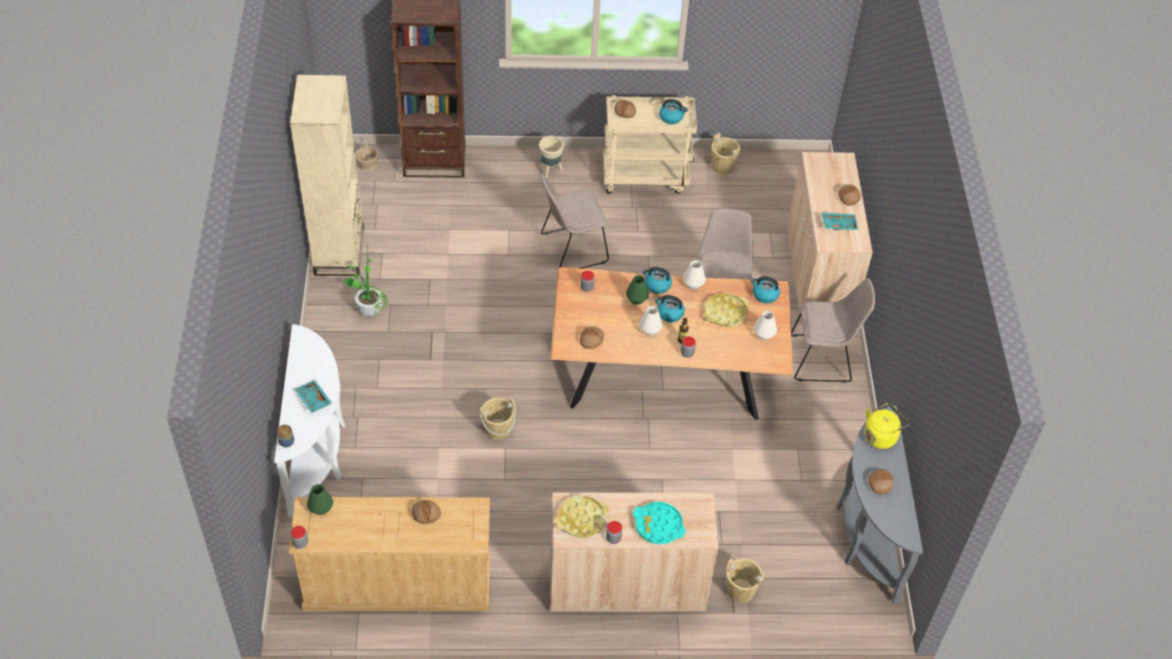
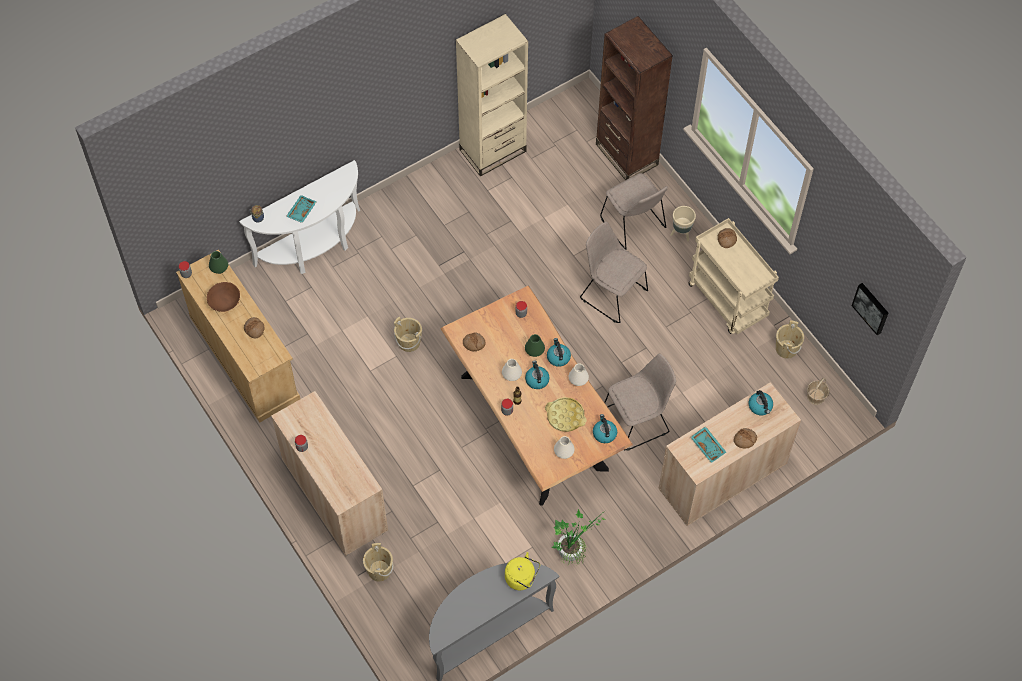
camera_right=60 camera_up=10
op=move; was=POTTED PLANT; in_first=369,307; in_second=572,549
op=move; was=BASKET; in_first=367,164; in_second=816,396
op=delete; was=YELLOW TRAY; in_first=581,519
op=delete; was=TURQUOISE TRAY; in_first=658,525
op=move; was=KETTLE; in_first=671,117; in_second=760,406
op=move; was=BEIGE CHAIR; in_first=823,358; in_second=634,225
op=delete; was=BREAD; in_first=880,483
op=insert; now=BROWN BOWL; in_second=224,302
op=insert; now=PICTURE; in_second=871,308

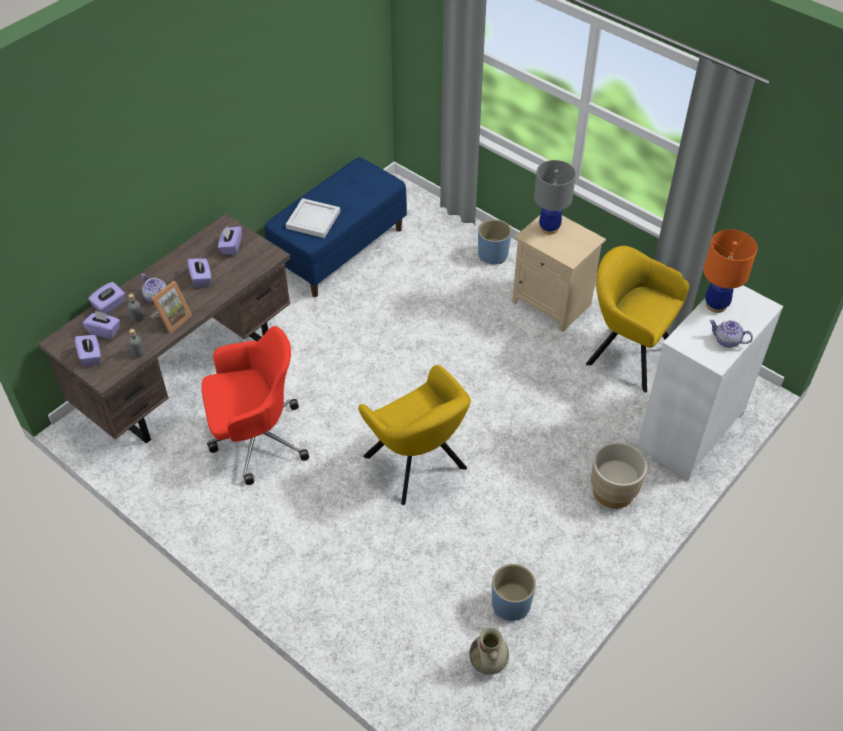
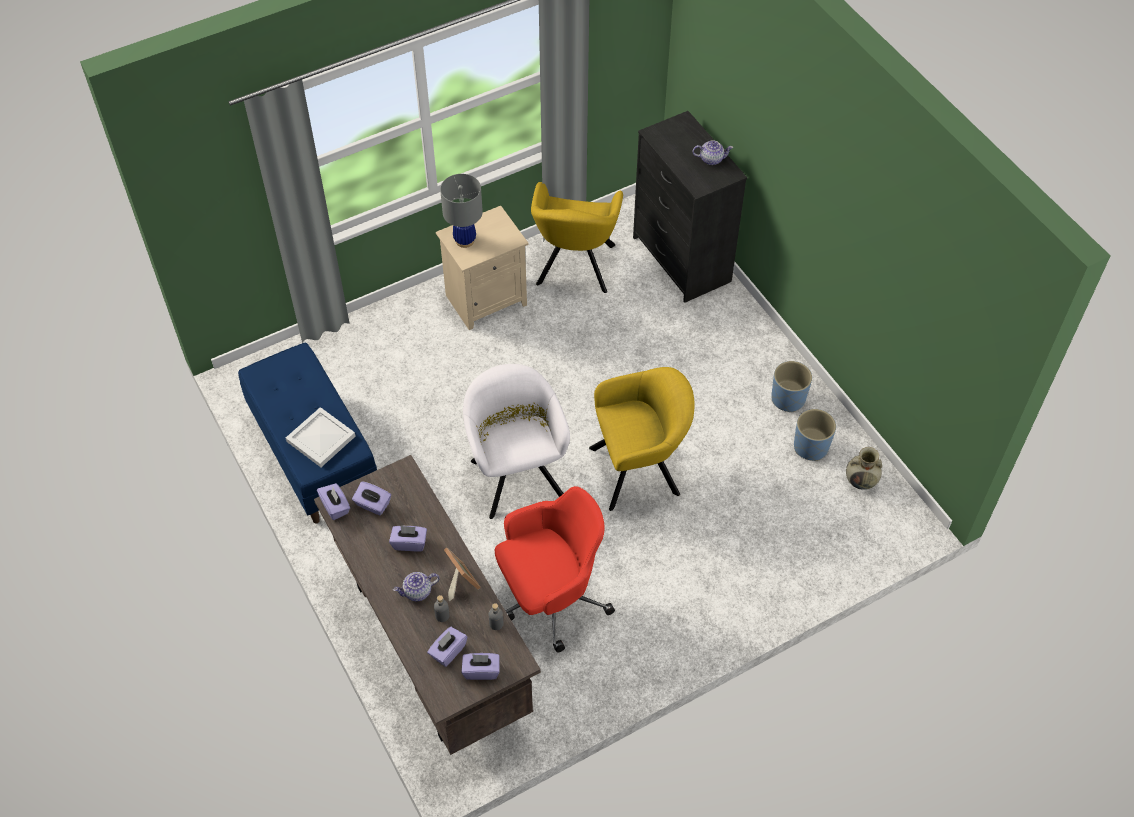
camera_right=-70 camera_up=5
op=move; was=PURPLE TISSUE BOX; in_first=109,305; in_second=335,507
op=rotate; was=RED OFFICE CHAIR; in_first=256,439; in_second=550,598; clockwise=60
op=move; was=BLUE PLANTER; in_first=492,255; in_second=788,399
op=rotate; was=YELLOW ARMCHAIR; in_first=626,352; in_second=574,268; clockwise=-45
op=delete; was=BEIGE PLANTER; in_first=613,492
op=recolor; was=WHITE DRESSER; now=BLACK DRESSER; in_first=689,430; in_second=680,260
op=delete; was=ORANGE TABLE LAMP; in_first=716,305
op=rotate; was=TEAPOT; in_first=727,341; in_second=711,159; clockwise=-135
op=insert; now=WHITE ARMCHAIR; in_second=516,474

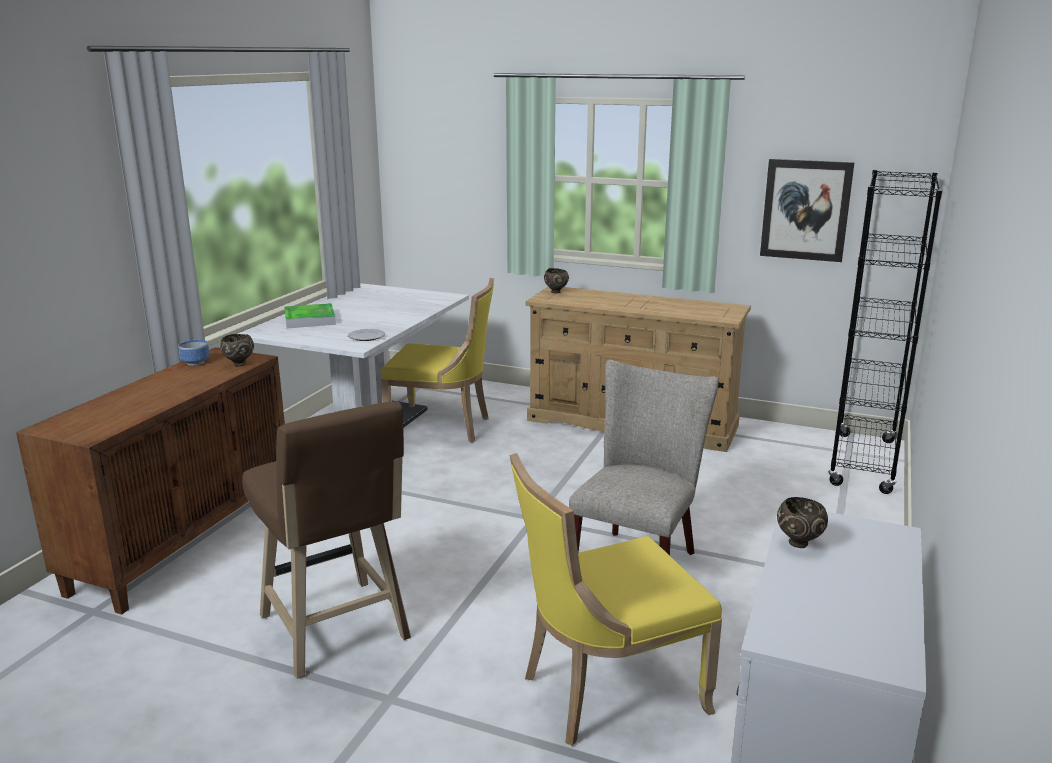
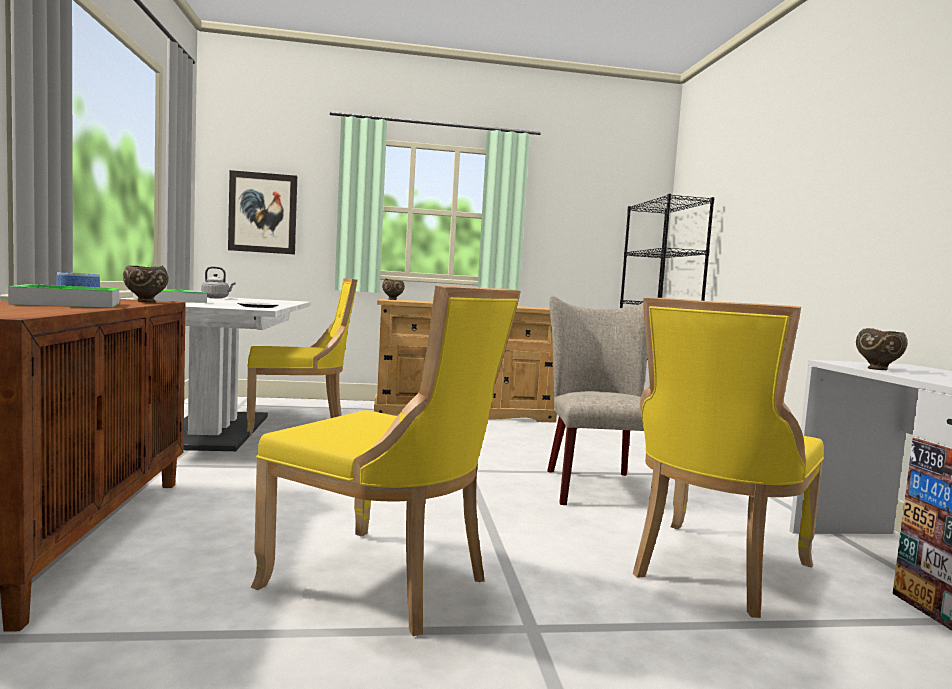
camera_right=-30 camera_up=-15
op=replace; was=BROWN STOOL; now=YELLOW CHAIR; in_first=337,632; in_second=385,583
op=move; was=PICTURE; in_first=805,210; in_second=263,213
op=insert; now=TRAY; in_second=68,303
op=insert; now=GREY KETTLE; in_second=217,298

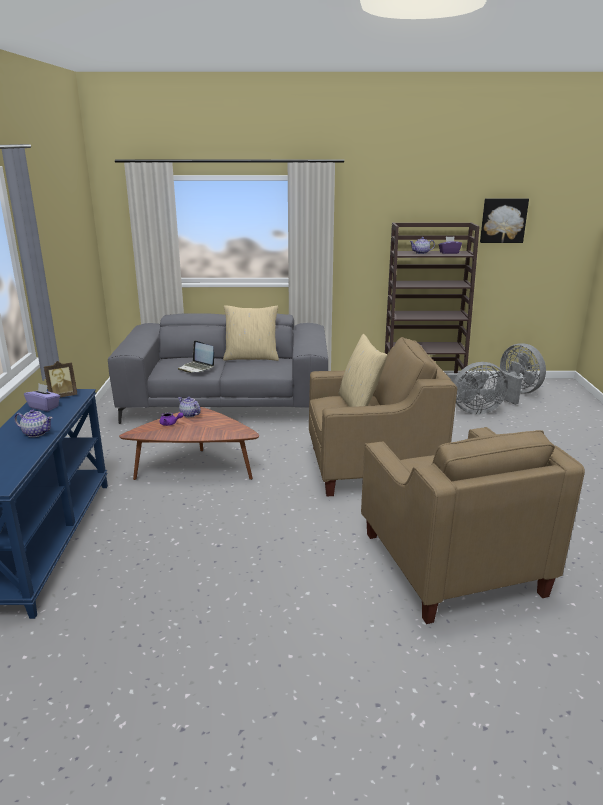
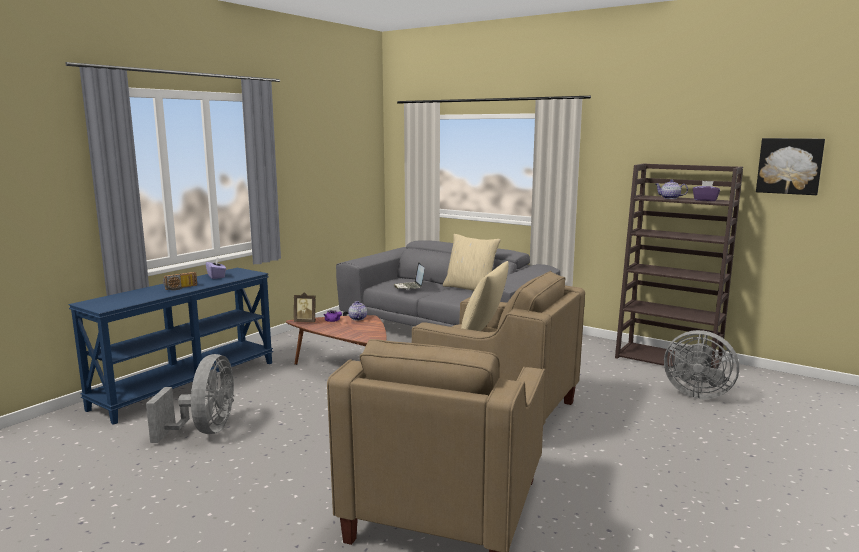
camera_right=35 camera_up=-10
op=replace; was=TEAPOT; now=RADIO; in_first=36,433; in_second=181,288
op=move; was=PICTURE FRAME; in_first=63,396; in_second=306,321
op=move; was=GREY FAN; in_first=515,394; in_second=205,431

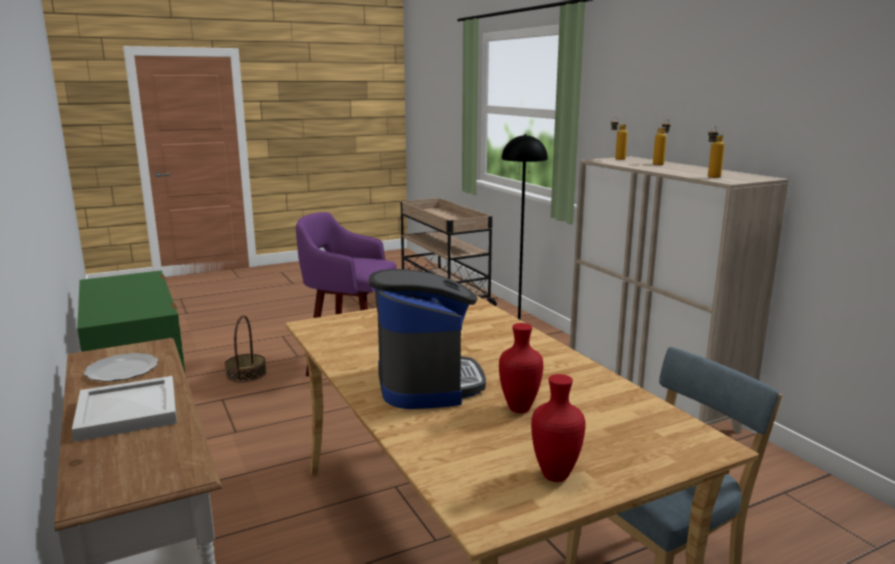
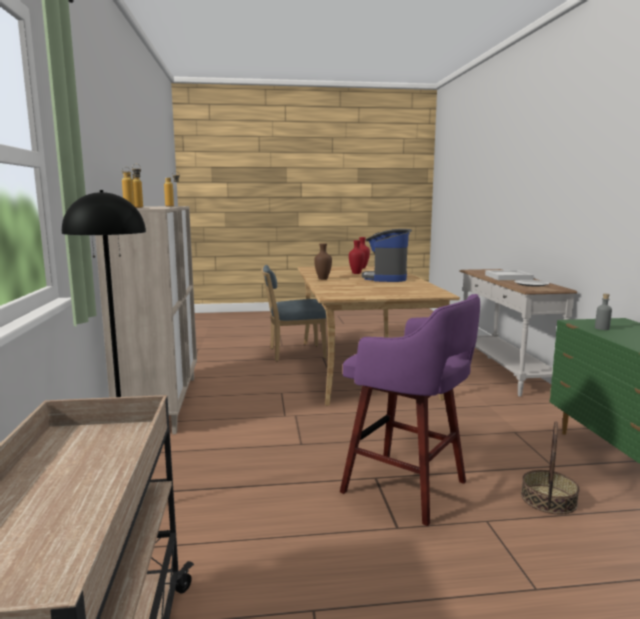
camera_right=-160 camera_up=-5
op=insert; now=BROWN VASE; in_second=323,279
op=insert; now=GREY BOTTLE; in_second=602,328

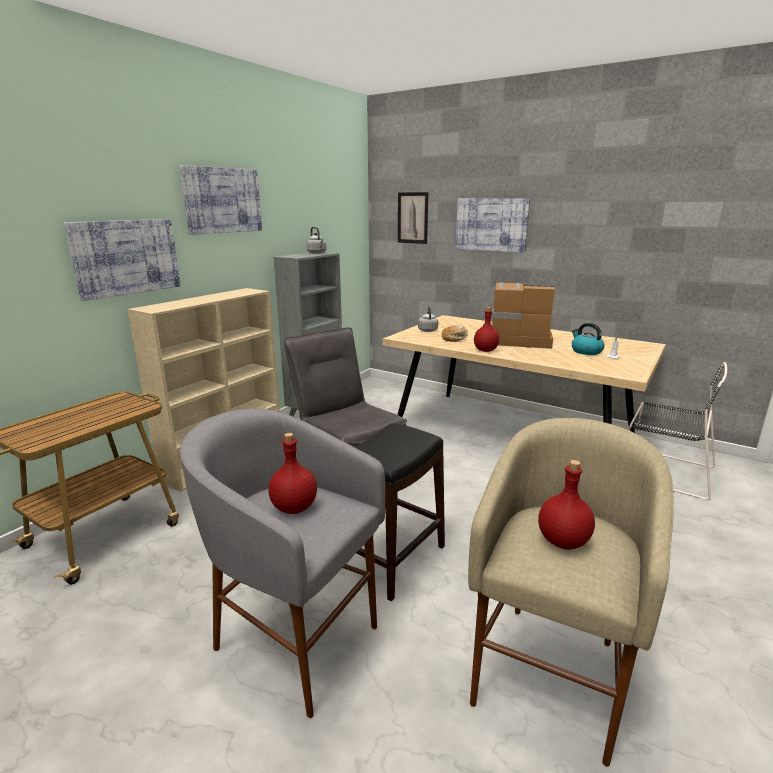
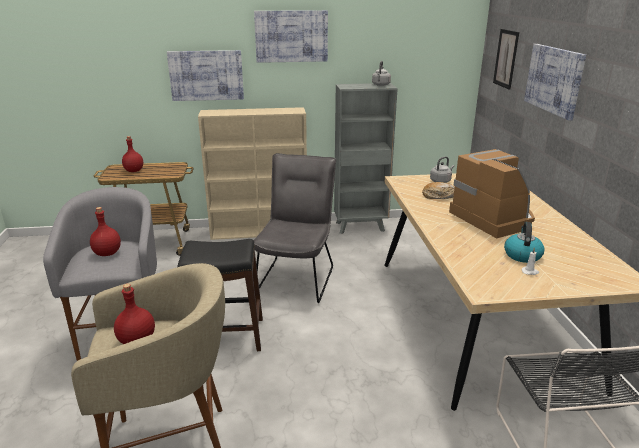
camera_right=50 camera_up=5
op=move; was=RED BOTTLE; in_first=486,350; in_second=134,171

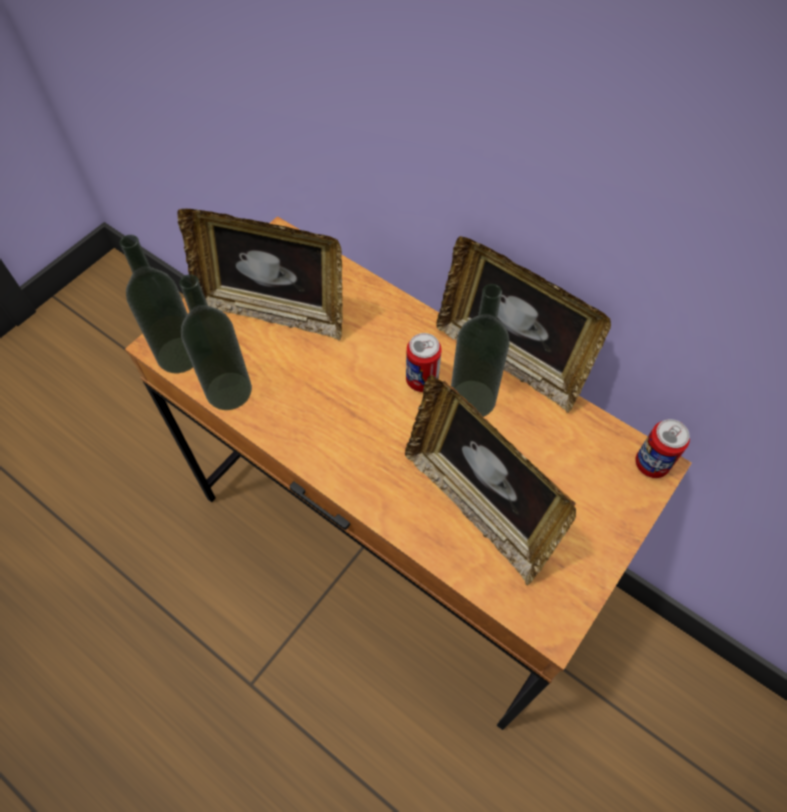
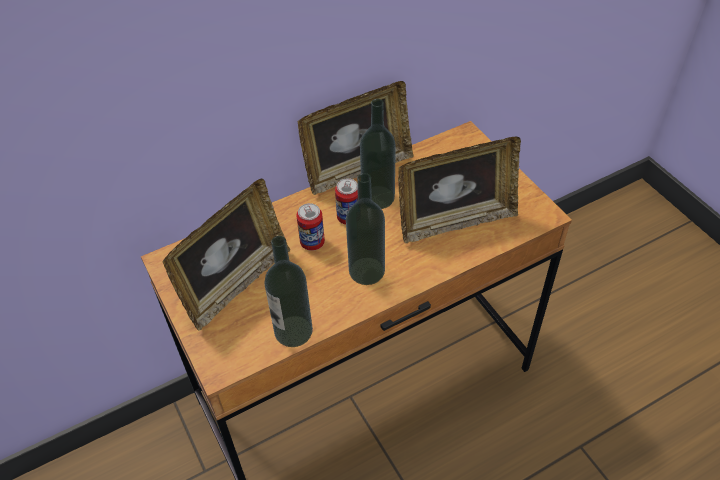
camera_right=-65 camera_up=-10
op=move; was=BOTTLE; in_first=179,355; in_second=366,271
op=move; was=CAN; in_first=651,464; in_second=312,243

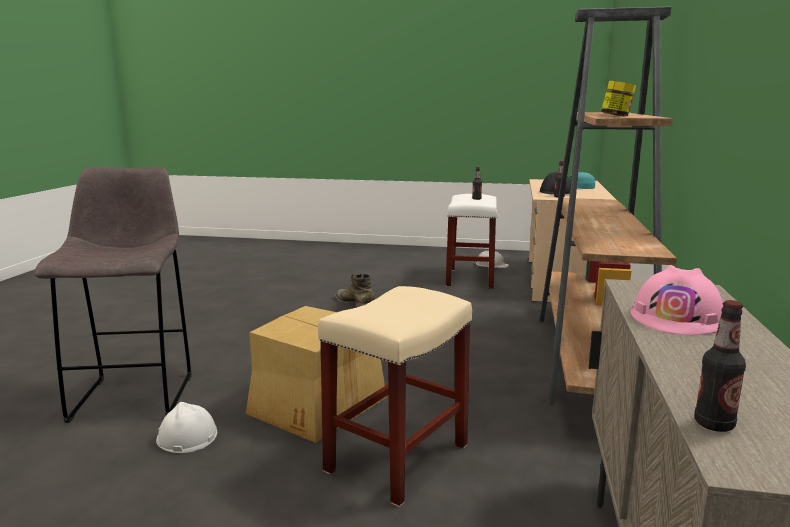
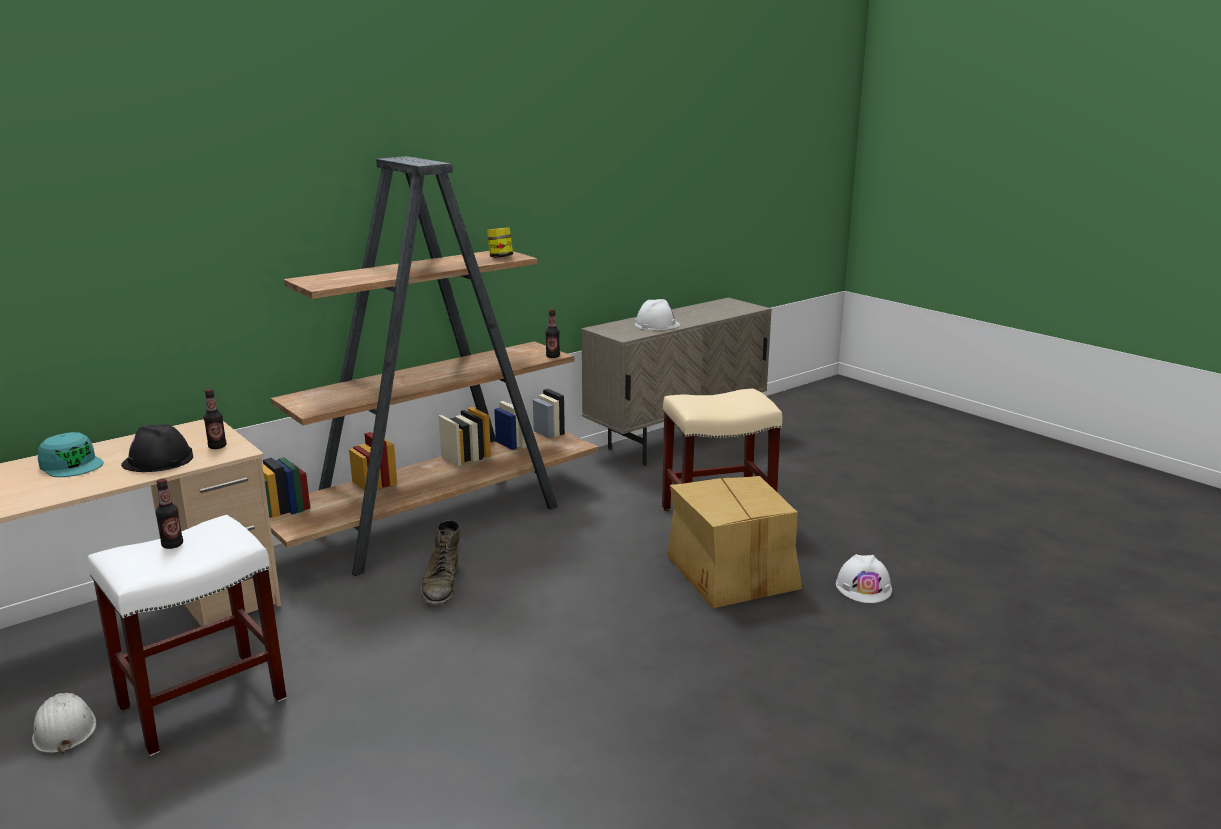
camera_right=-140 camera_up=5
op=delete; was=GREY STOOL; in_first=135,395
op=move; was=GREEN BOOT; in_first=355,303; in_second=441,585
op=recolor; was=PINK HARD HAT; now=WHITE HARD HAT; in_first=676,318; in_second=657,325
op=move; was=BOTTLE; in_first=714,424; in_second=553,356

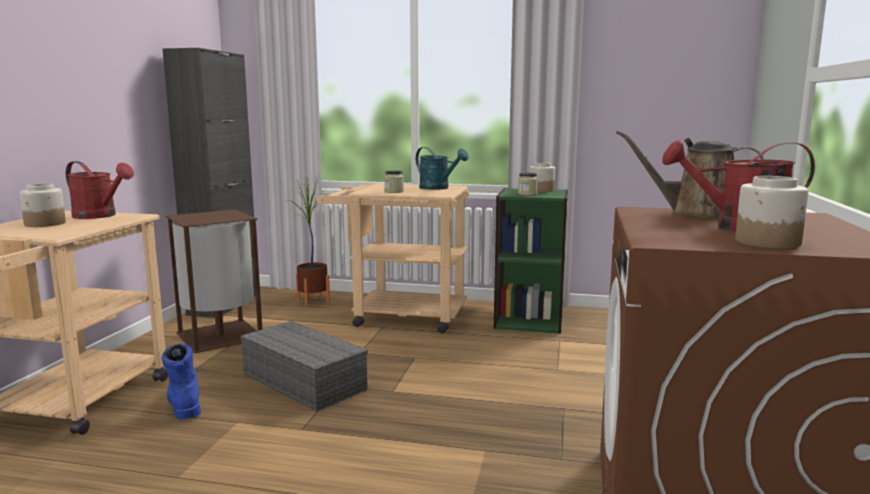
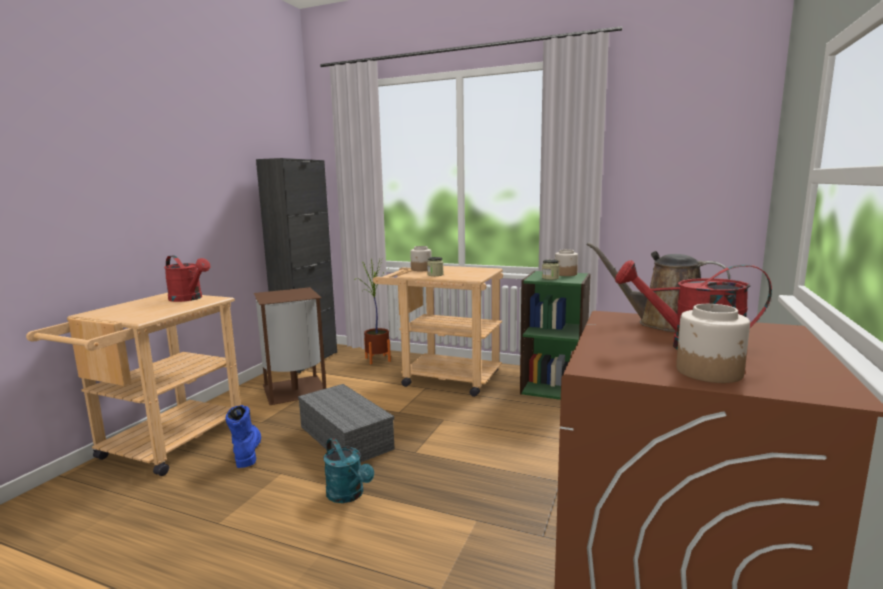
camera_right=10 camera_up=0
op=move; was=JAR; in_first=45,224; in_second=421,269
op=move; was=TURQUOISE WATERING CAN; in_first=438,188; in_second=348,495

